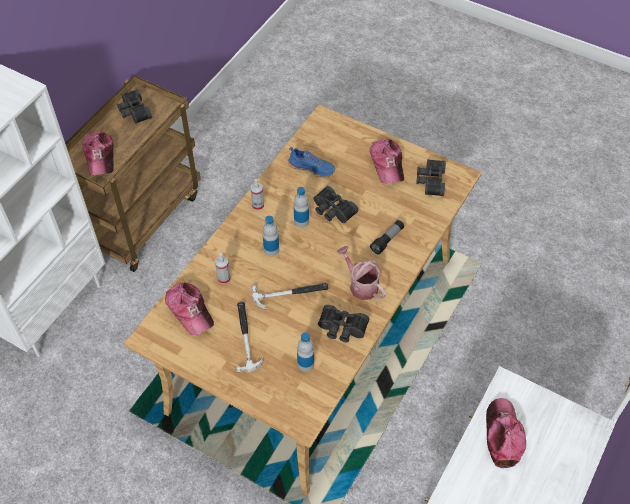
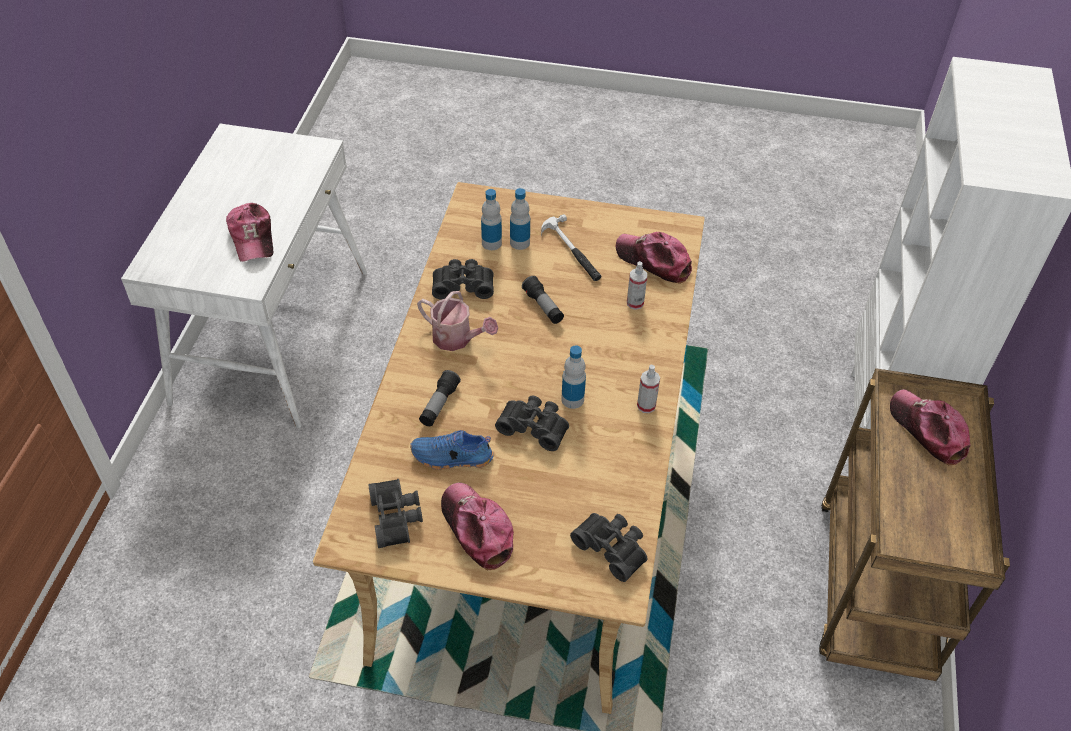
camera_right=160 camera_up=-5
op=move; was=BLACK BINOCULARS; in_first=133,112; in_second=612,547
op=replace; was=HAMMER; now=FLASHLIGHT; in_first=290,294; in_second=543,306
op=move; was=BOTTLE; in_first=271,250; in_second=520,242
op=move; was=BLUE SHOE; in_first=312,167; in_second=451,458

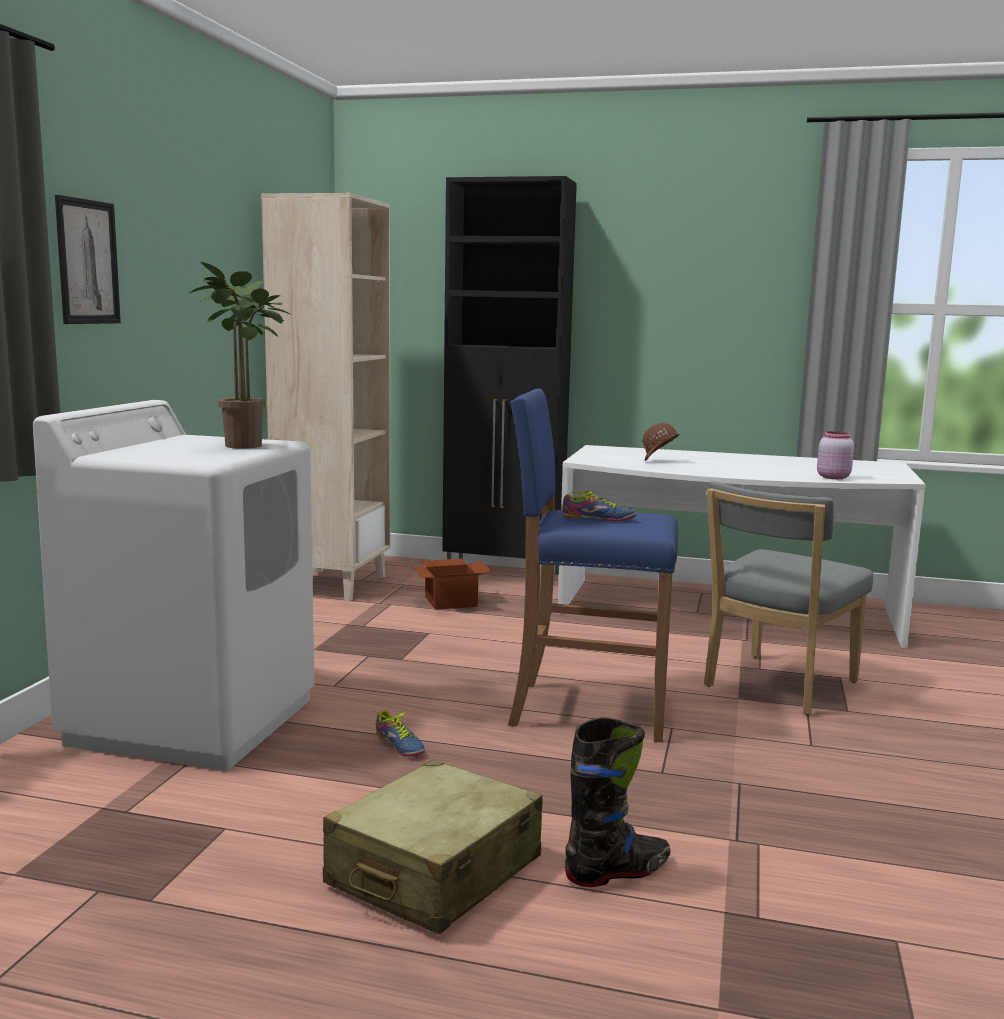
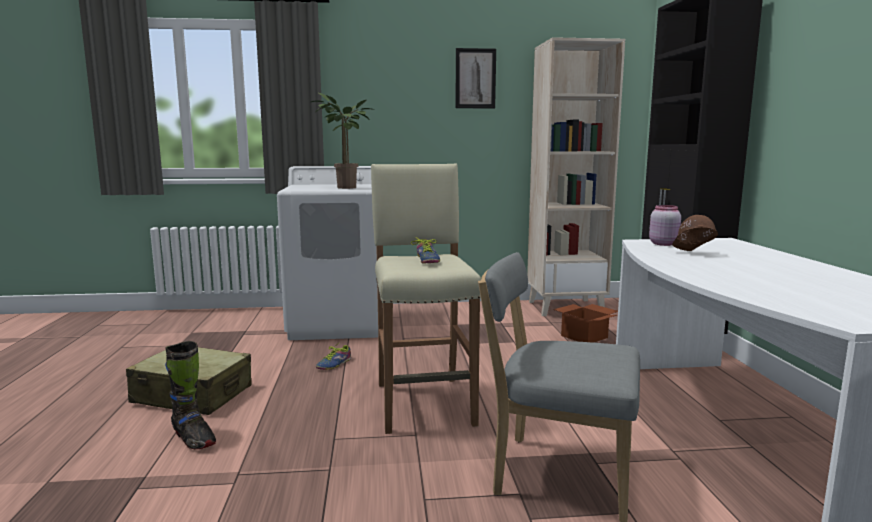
camera_right=70 camera_up=0
op=move; was=PICTURE; in_first=87,262; in_second=475,78
op=recolor; was=BLUE STOOL; now=BEIGE STOOL; in_first=587,710; in_second=424,403
op=move; was=PINK JAR; in_first=832,477; in_second=663,244

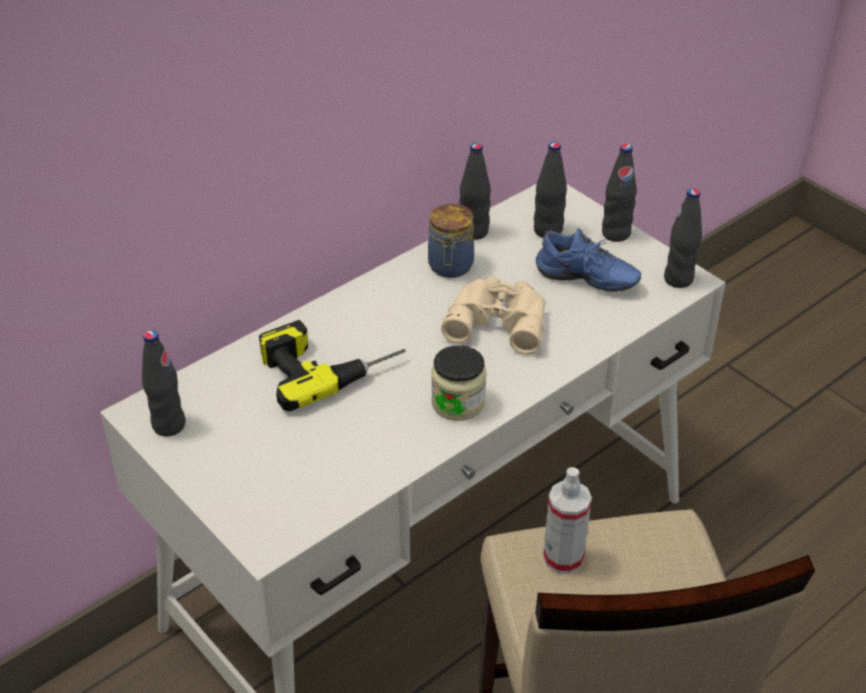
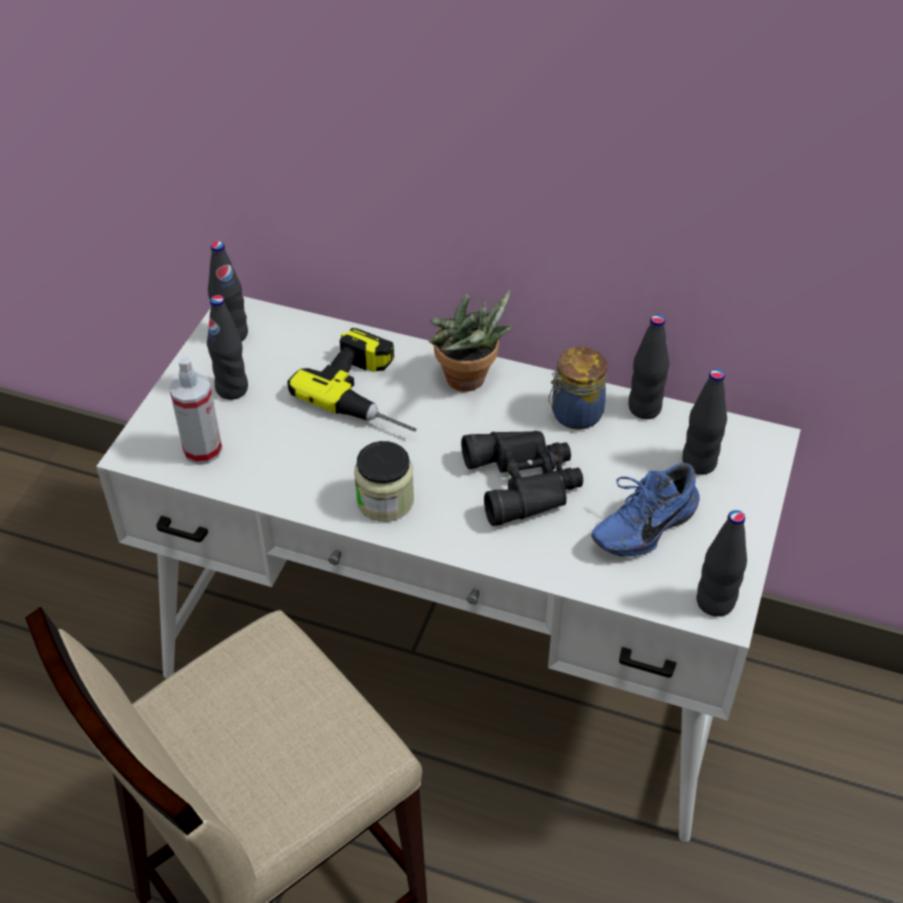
camera_right=60 camera_up=5
op=recolor; was=BEIGE BINOCULARS; now=BLACK BINOCULARS; in_first=498,319; in_second=525,481
op=rotate; was=BLUE SHOE; in_first=585,281; in_second=641,525; clockwise=60
op=move; was=SPRAY BOTTLE; in_first=563,558; in_second=203,450
op=move; was=BLACK BOTTLE; in_first=616,233; in_second=232,389
op=insert; now=POTTED PLANT; in_second=469,382

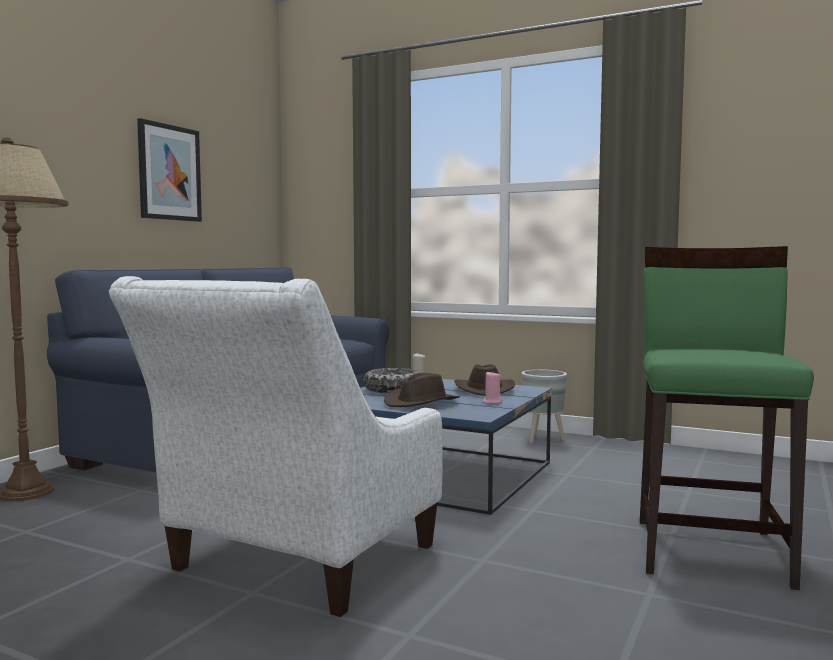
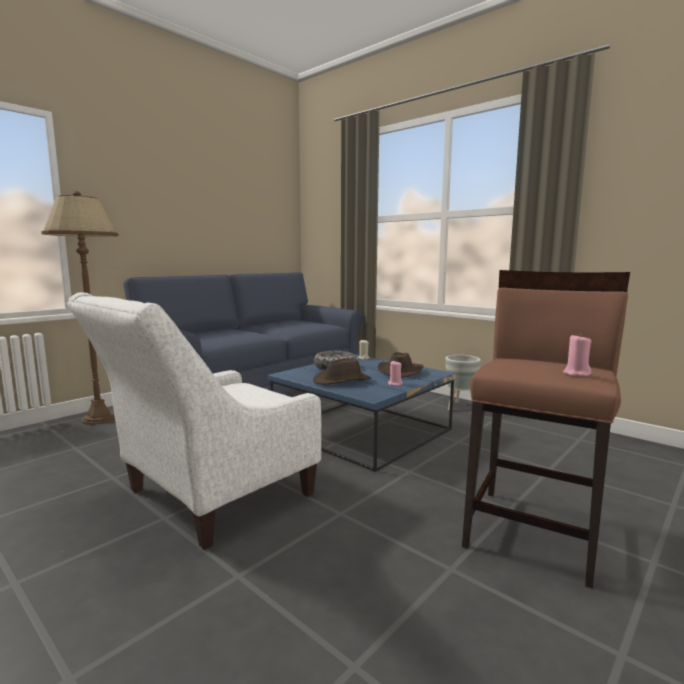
camera_right=15 camera_up=5
op=delete; was=PICTURE; in_first=169,172
op=recolor; was=GREEN STOOL; now=BROWN STOOL; in_first=711,551; in_second=533,532
op=insert; now=PINK CANDLE; in_second=576,373

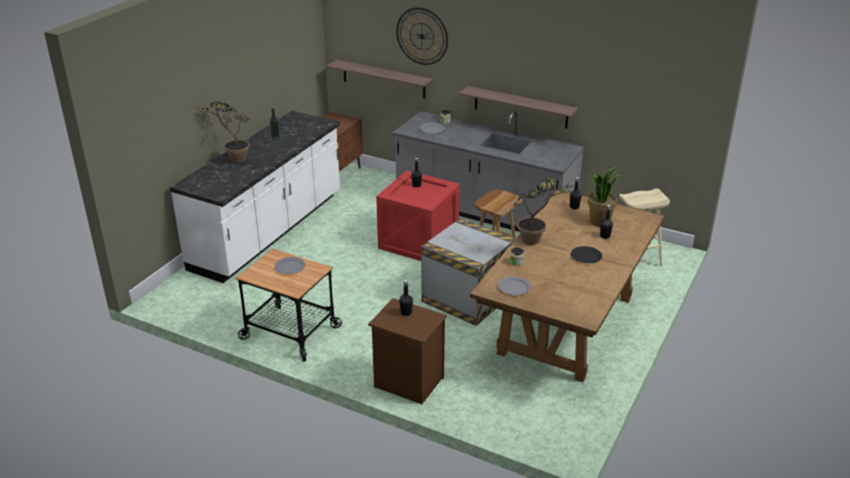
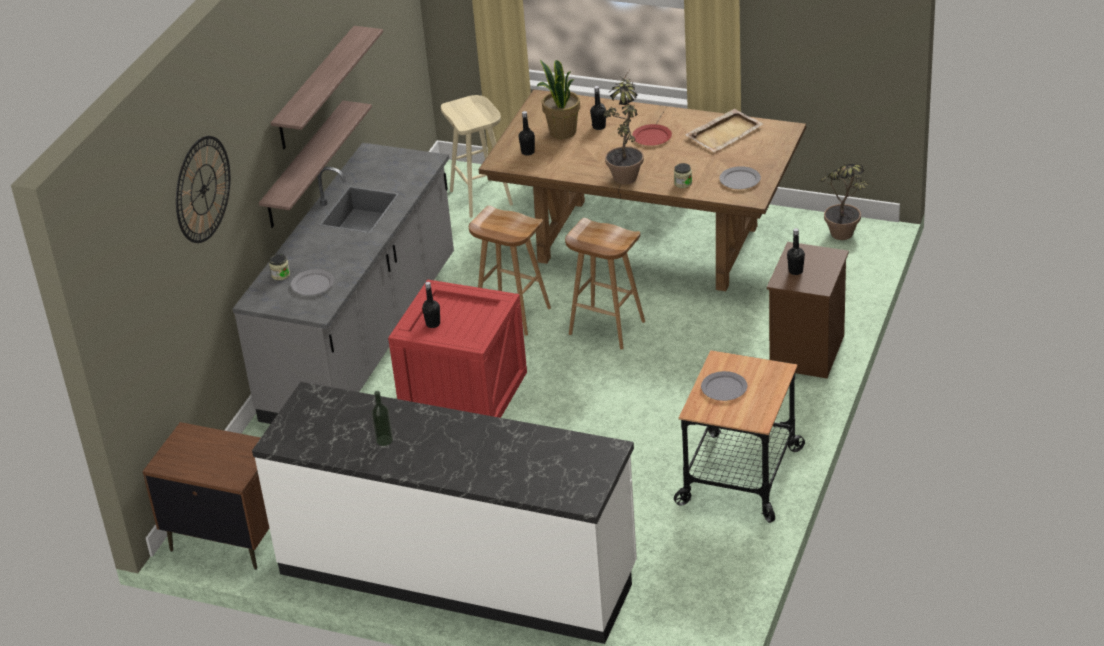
camera_right=-95 camera_up=5
op=move; was=POTTED PLANT; in_first=232,160; in_second=845,238
op=move; was=SHELF; in_first=383,79; in_second=316,89
op=replace; was=CRATE; now=BROWN STOOL; in_first=468,297; in_second=605,328
op=recolor; was=BLACK PLATE; now=RED PLATE; in_first=586,256; in_second=652,137
op=insert; now=BEIGE TRAY; in_second=725,132

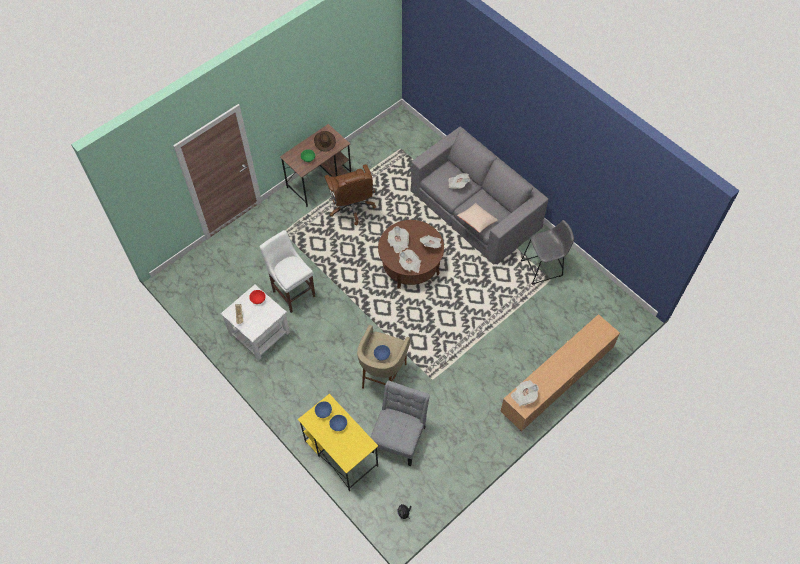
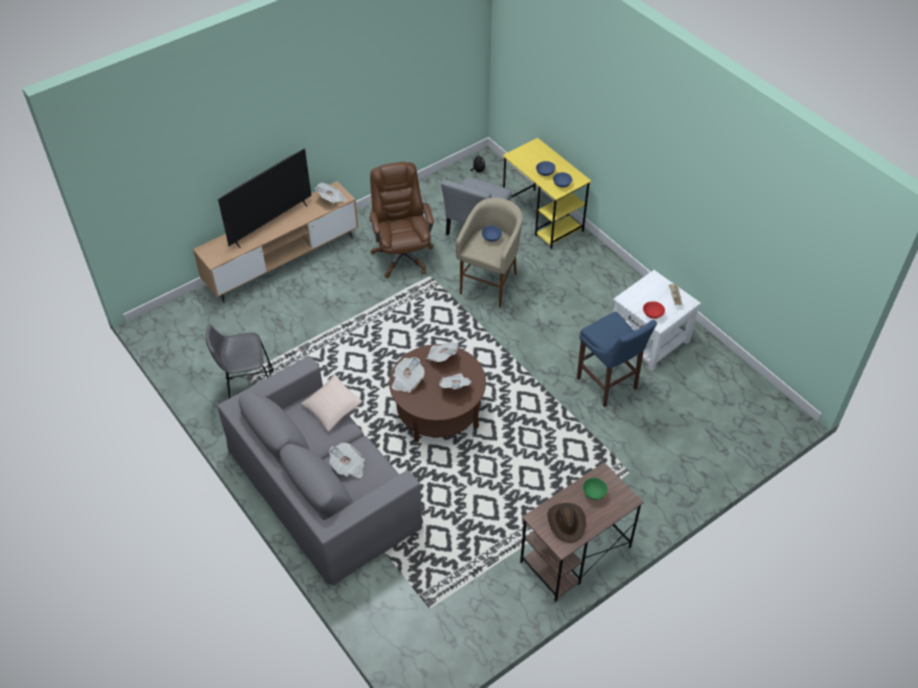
camera_right=-175 camera_up=-10
op=recolor; was=WHITE STOOL; now=BLUE STOOL; in_first=293,292; in_second=608,385
op=move; was=BROWN OFFICE CHAIR; in_first=352,207; in_second=402,255
op=insert; now=TELEVISION; in_second=270,224

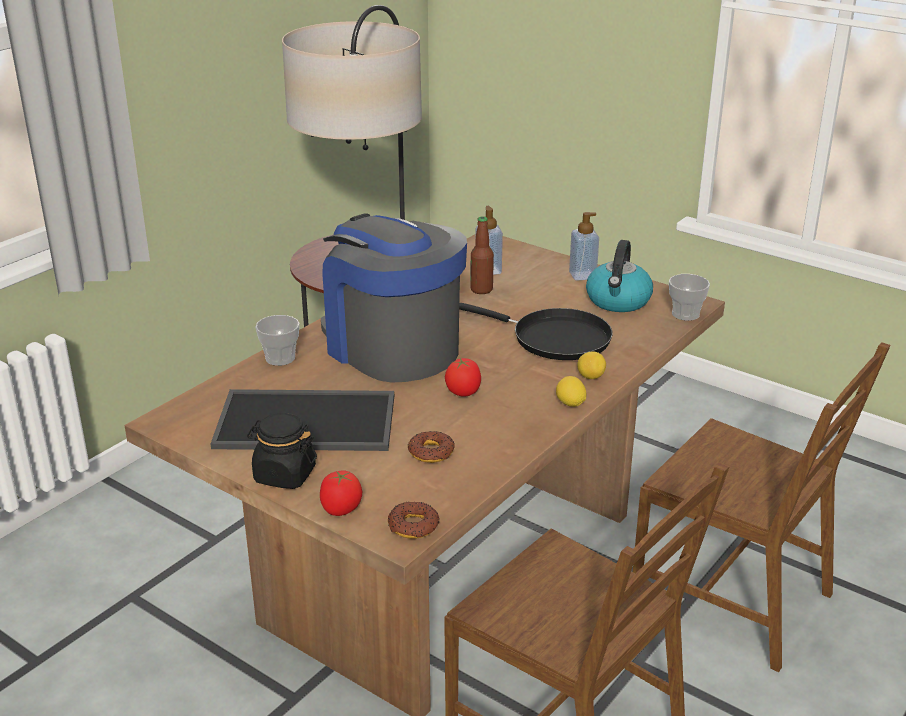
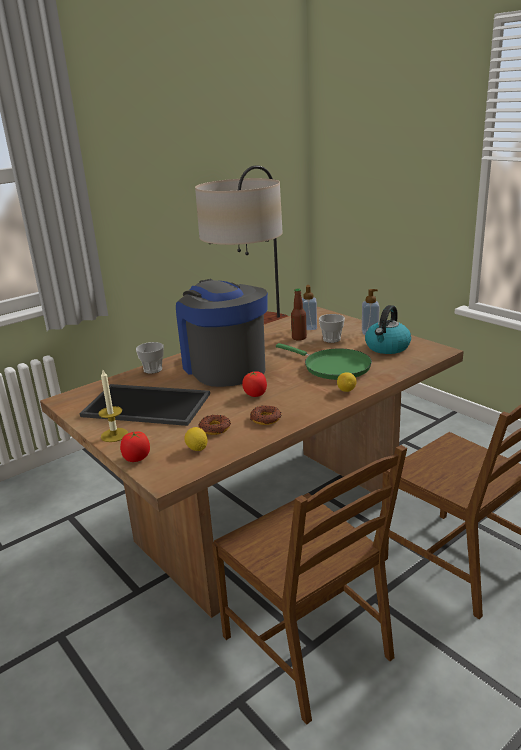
camera_right=15 camera_up=-5
op=replace; was=BLACK JAR; now=CANDLE; in_first=284,475; in_second=114,435
op=move; was=DONUT; in_first=413,526; in_second=265,419
op=recolor; was=BLACK FRYING PAN; now=GREEN FRYING PAN; in_first=554,339; in_second=333,367
op=move; was=LEMON; in_first=570,404; in_second=197,449
op=move; was=CUP; in_first=685,314; in_second=331,339

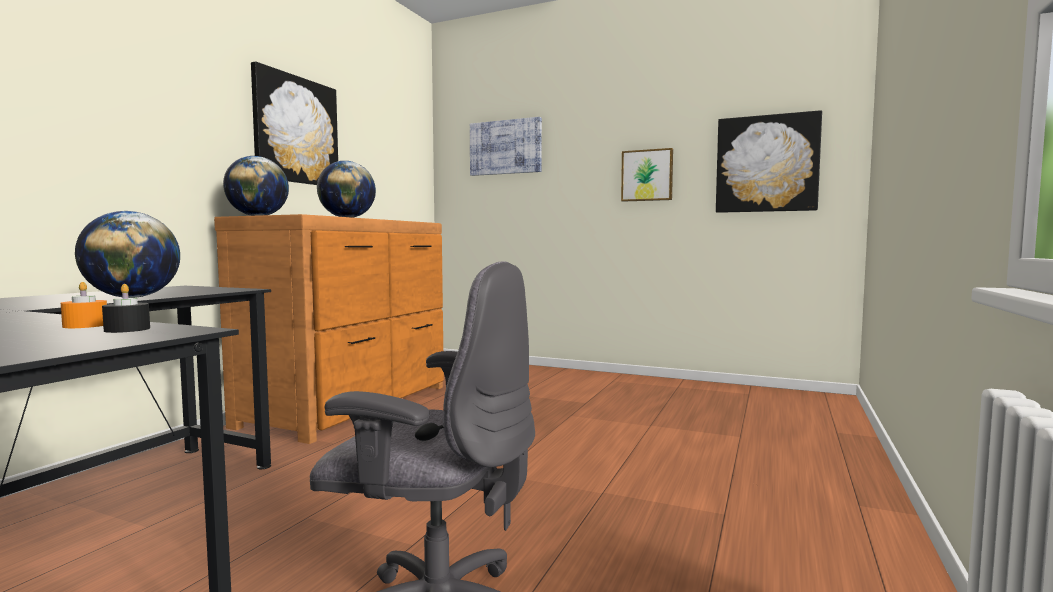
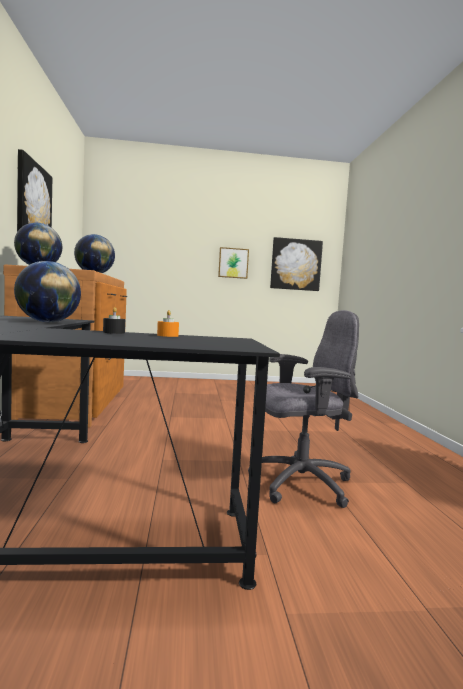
camera_right=-30 camera_up=0
op=move; was=BLACK CANDLE; in_first=127,329; in_second=114,332
op=delete; was=PICTURE; in_first=505,147

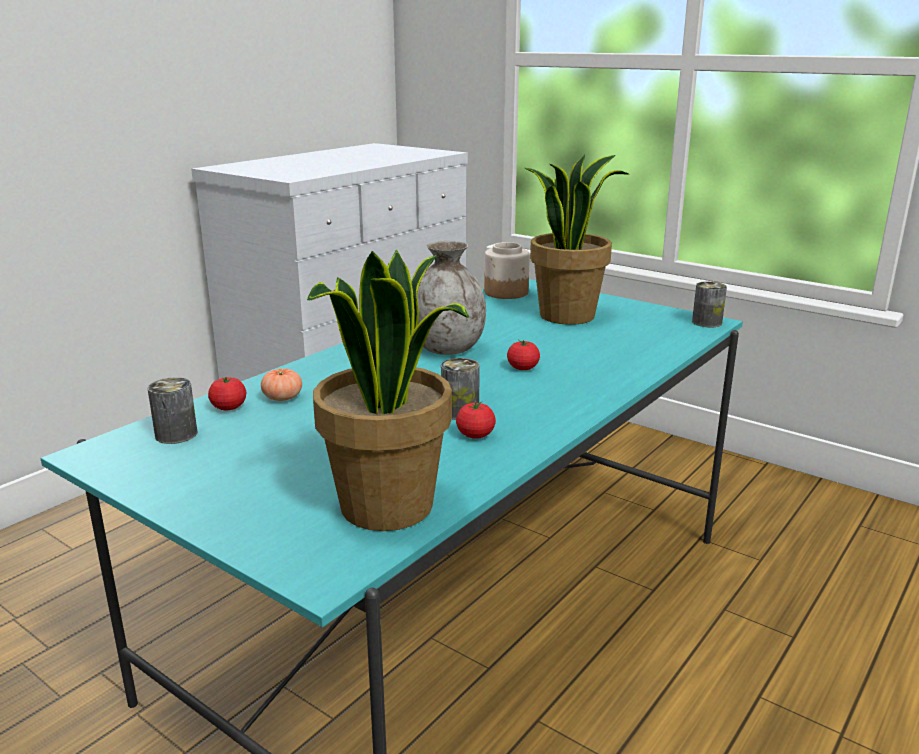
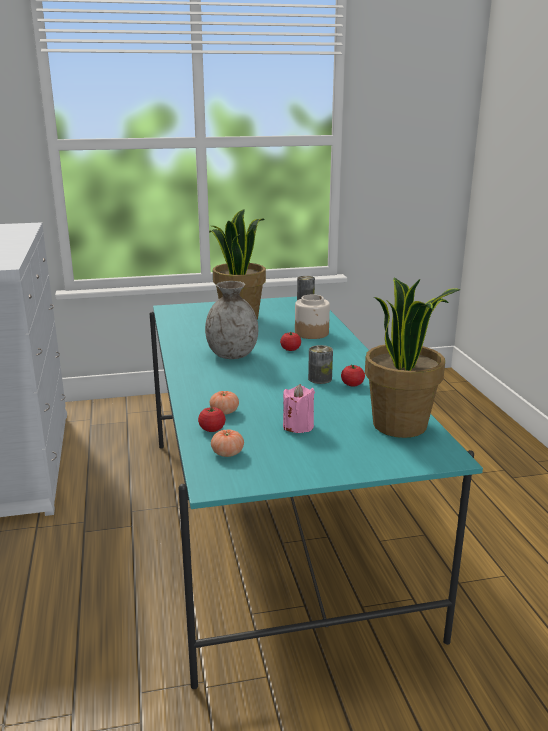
camera_right=-50 camera_up=0
op=replace; was=CAN; now=TOMATO; in_first=176,434; in_second=227,453
op=move; was=JAR; in_first=506,292; in_second=312,333
op=insert; now=PINK CANDLE; in_second=298,426

